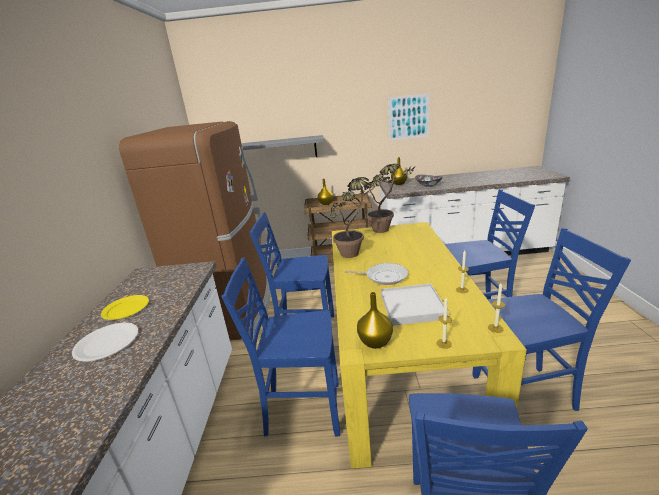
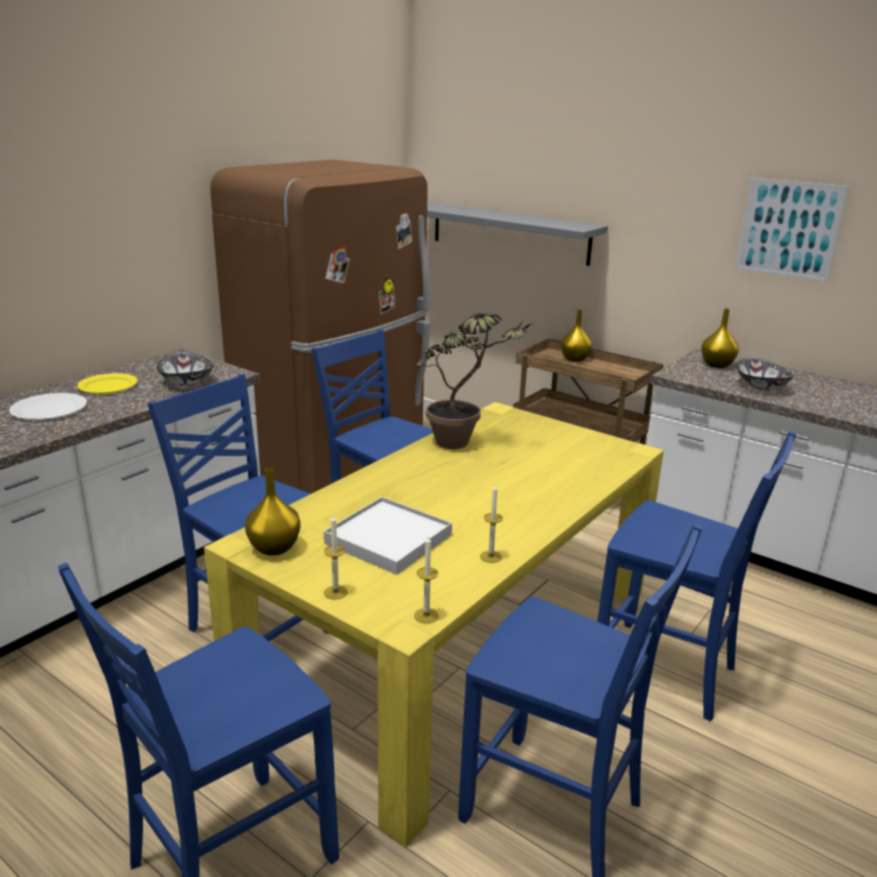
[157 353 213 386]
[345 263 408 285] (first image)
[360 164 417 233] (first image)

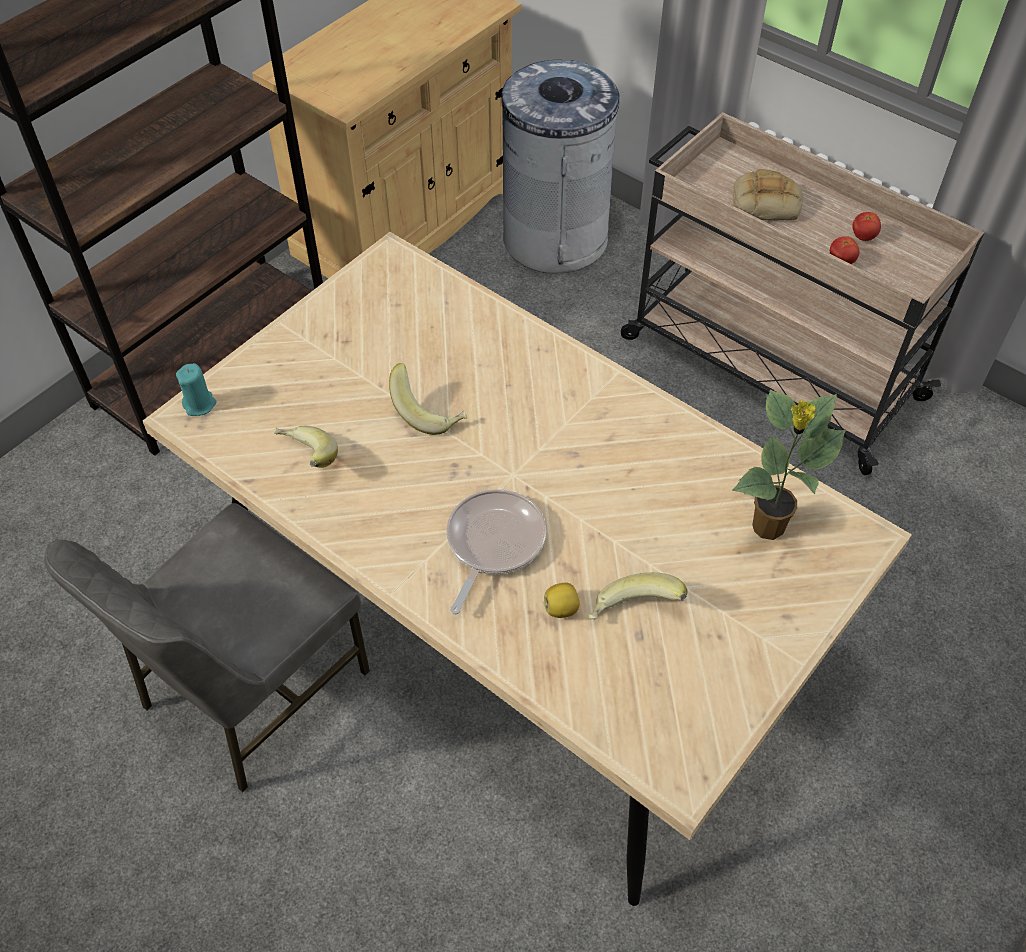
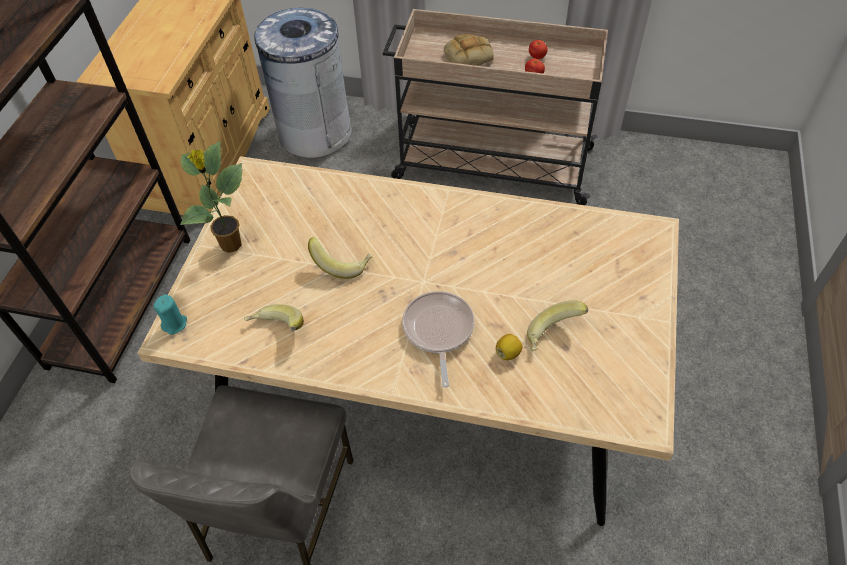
[180 141 243 253]

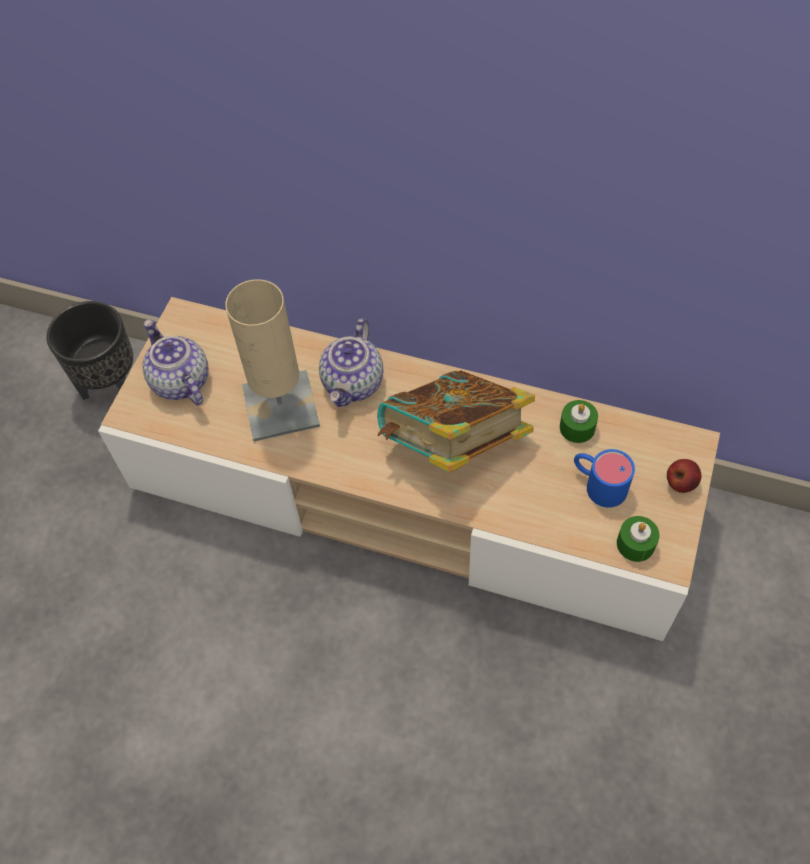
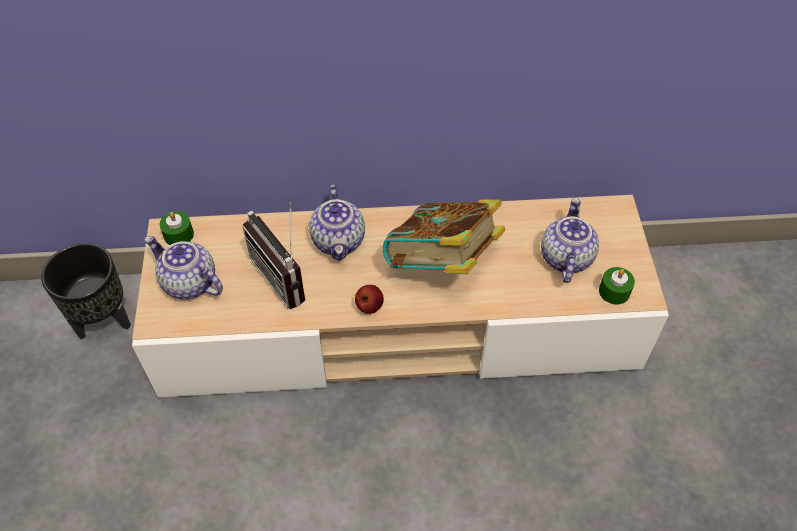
[160 211 194 245]
[242 202 305 309]
[355 285 384 314]
[541 198 599 283]

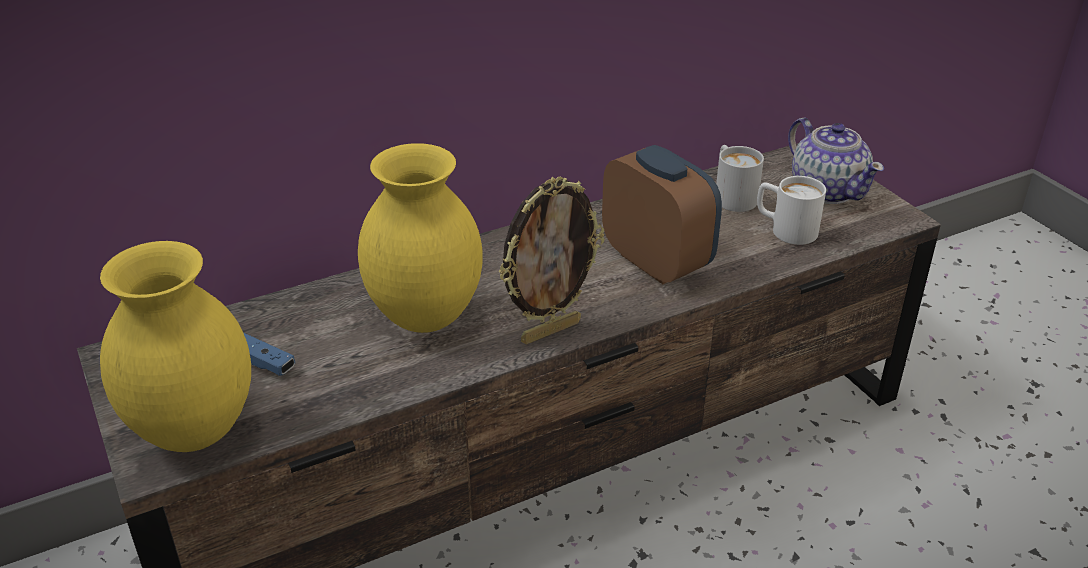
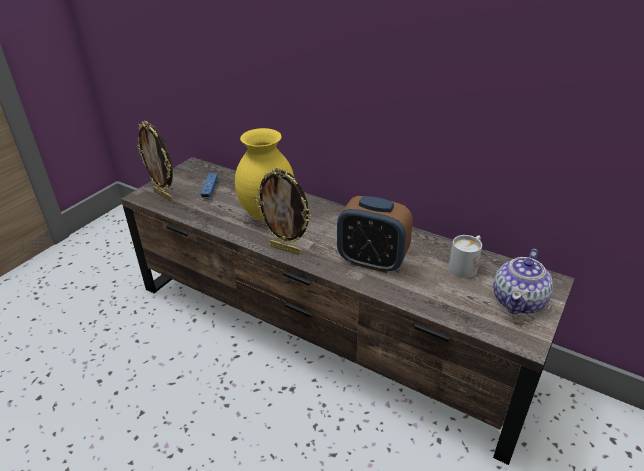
[137 121 173 201]
[337 196 413 273]
[757 176 826 245] (first image)

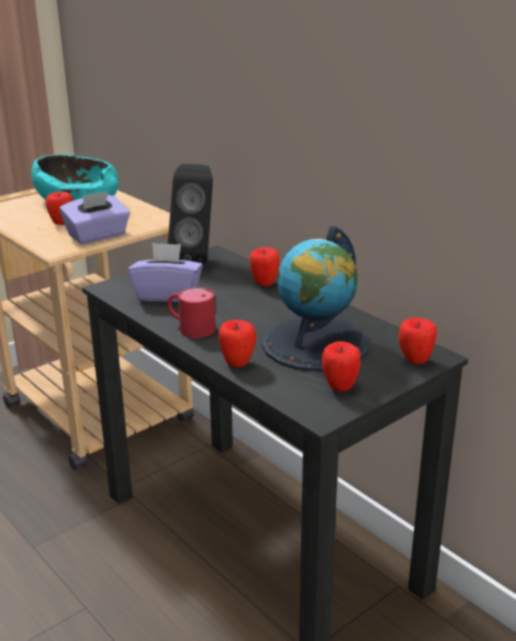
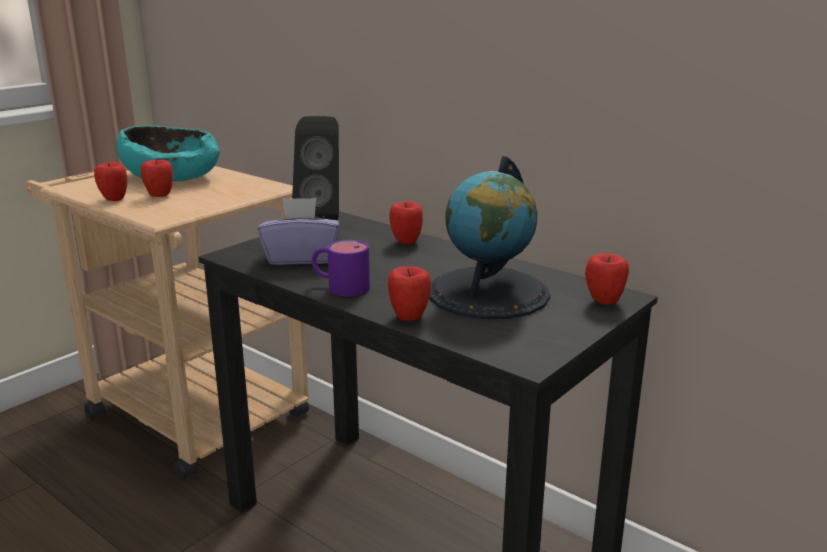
[94 162 127 201]
[312 240 370 297]
[60 191 130 244] (first image)

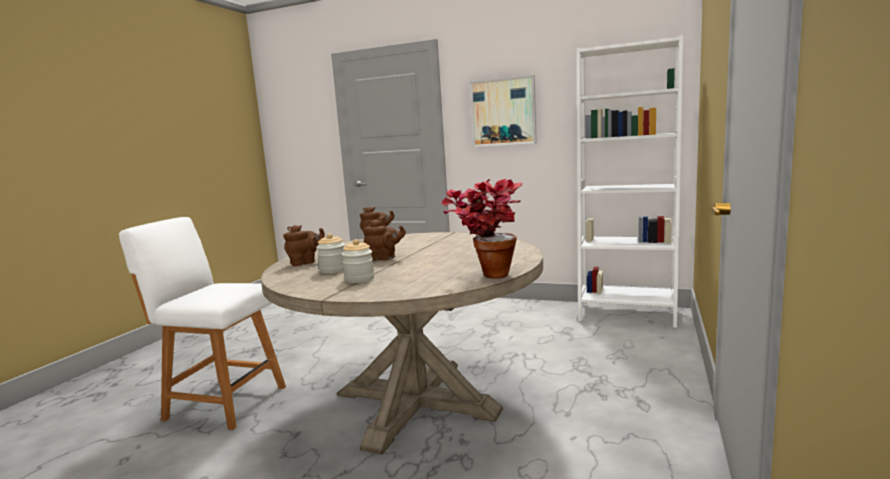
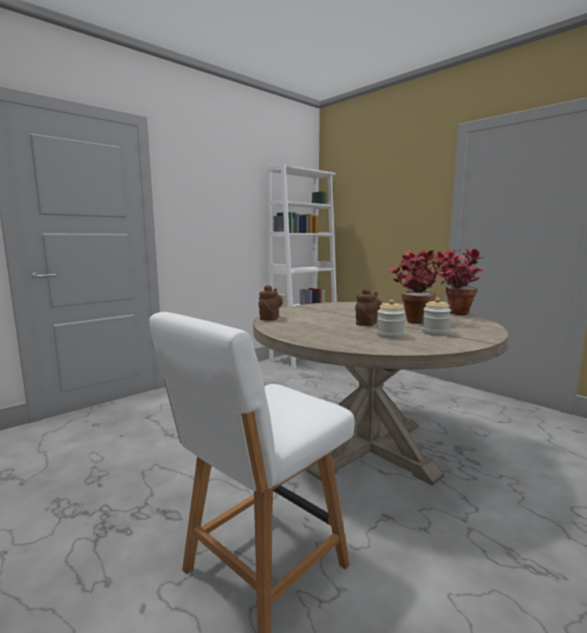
[388 250 454 324]
[283 225 325 266] (first image)
[469 75 537 147] (first image)

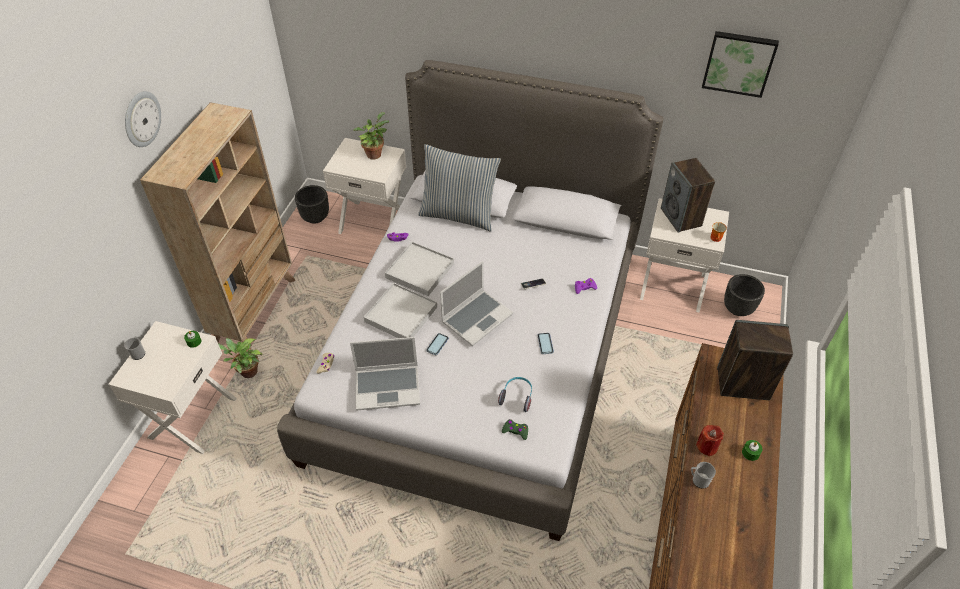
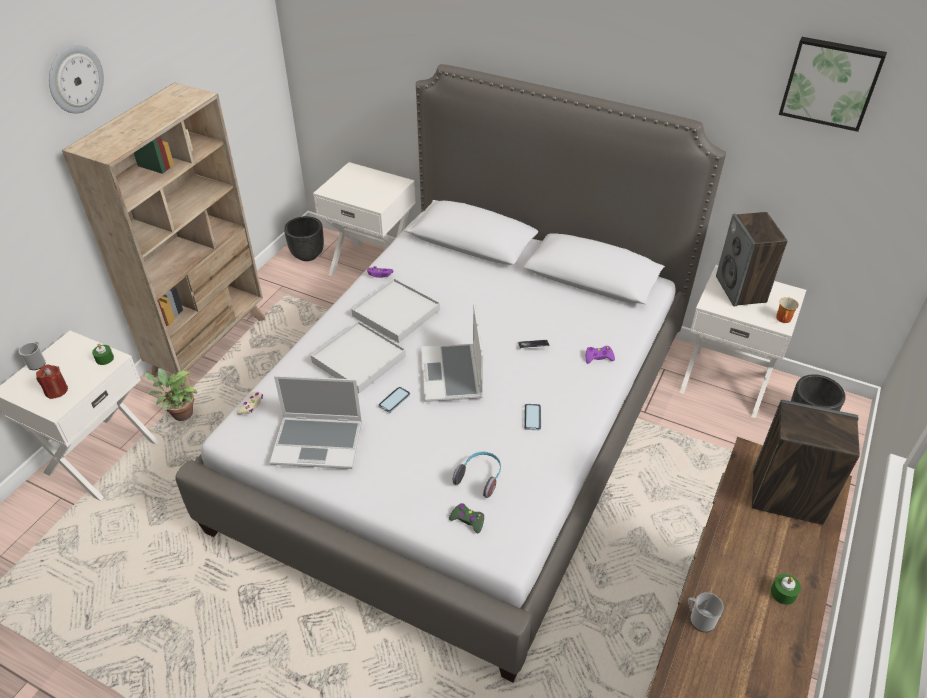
[36 365 68 399]
[421 303 483 402]
[353 112 389 160] (first image)
[418 144 501 231] (first image)

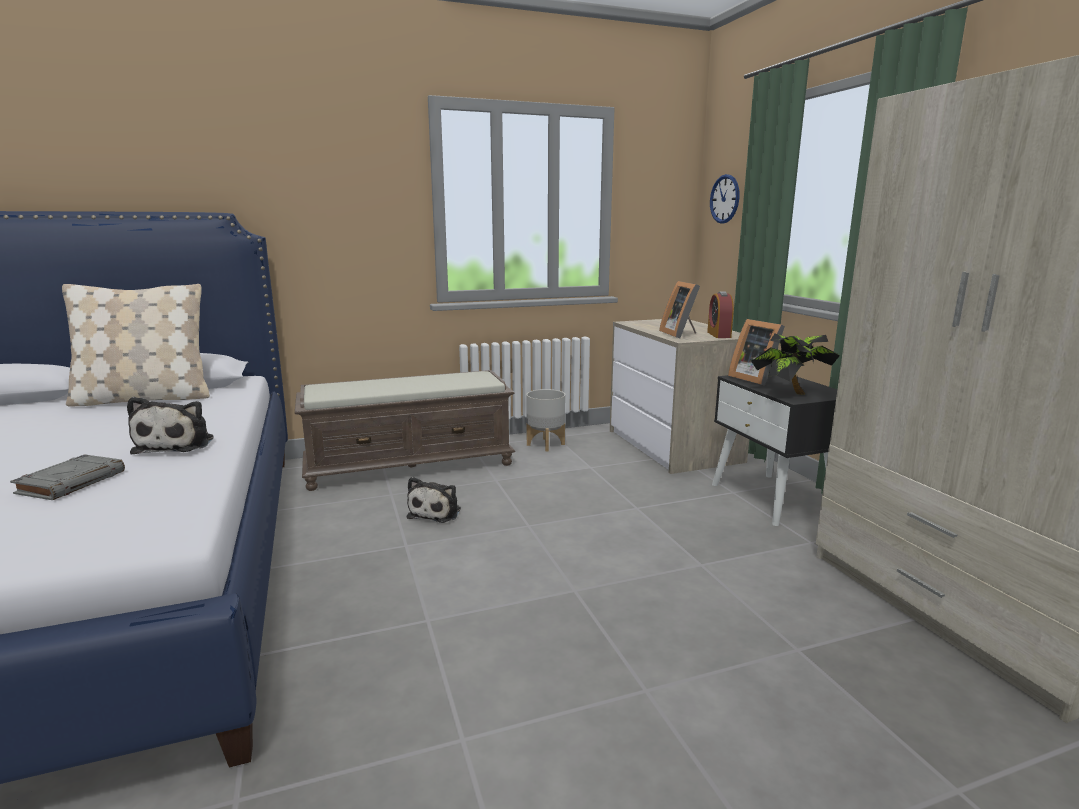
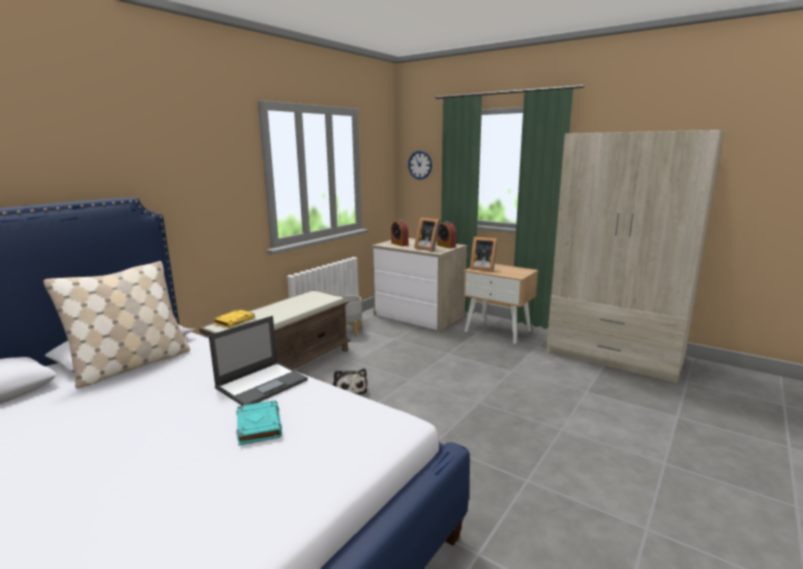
[209 316 308 405]
[213 309 255 328]
[236 400 282 446]
[391 220 408 246]
[463 264 538 344]
[751 334 840 395] (first image)

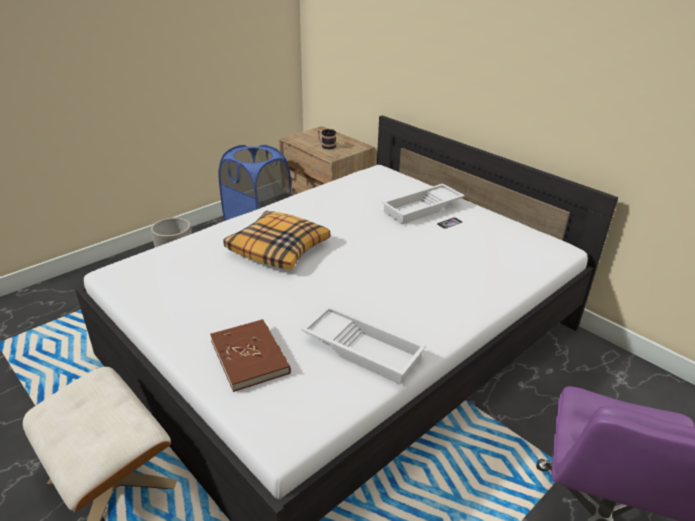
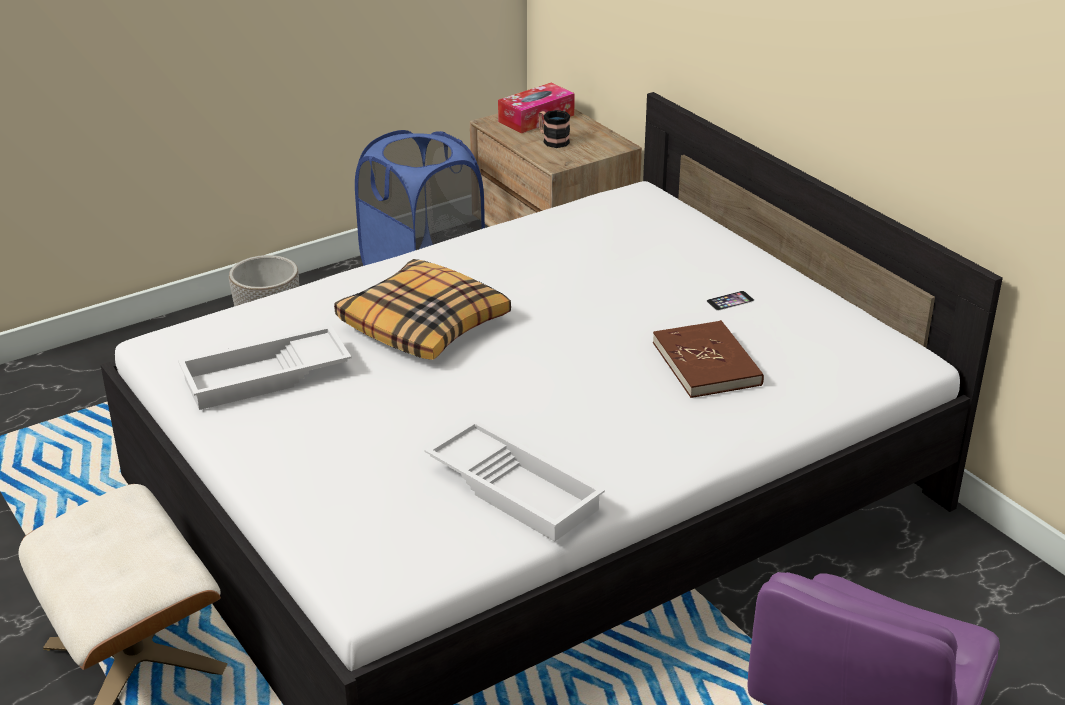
[178 325 352 410]
[498 83 575 133]
[653 320 764 398]

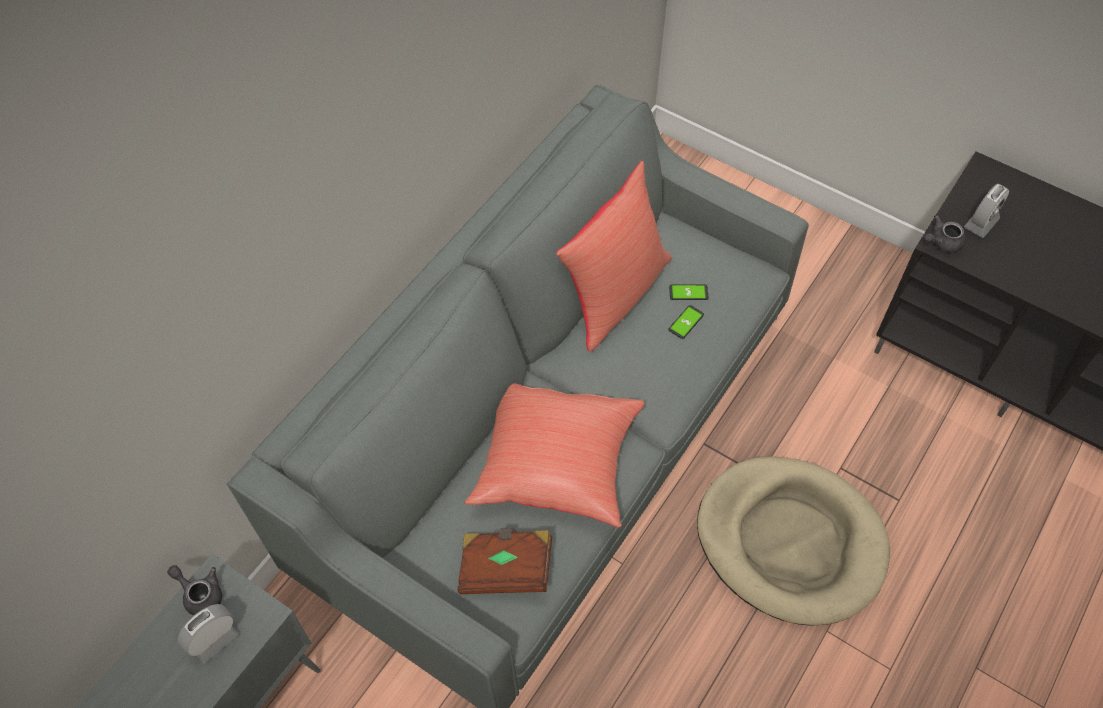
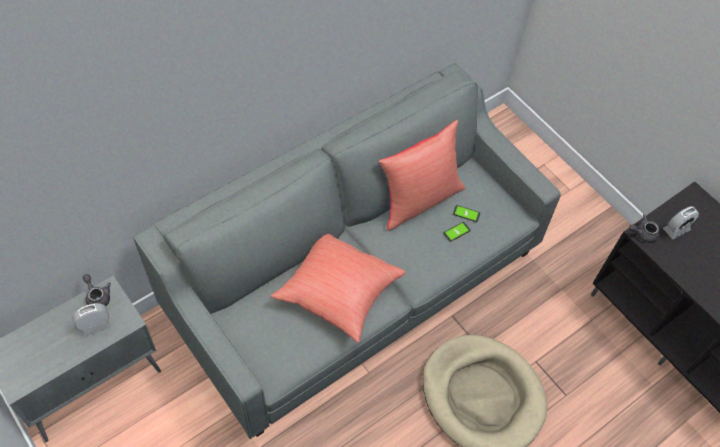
[457 528 552 594] (first image)

